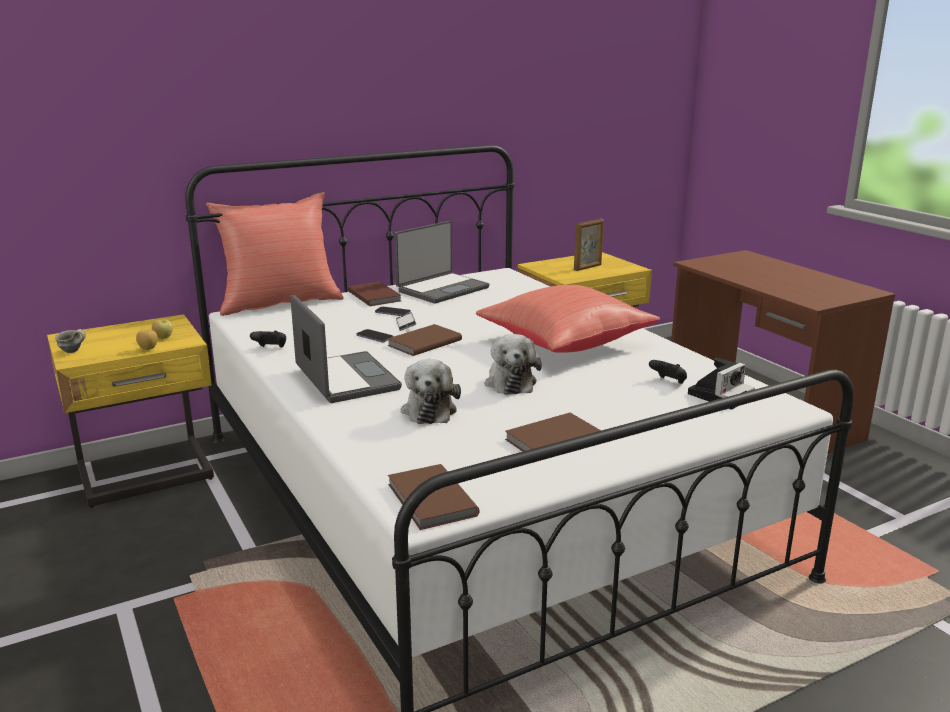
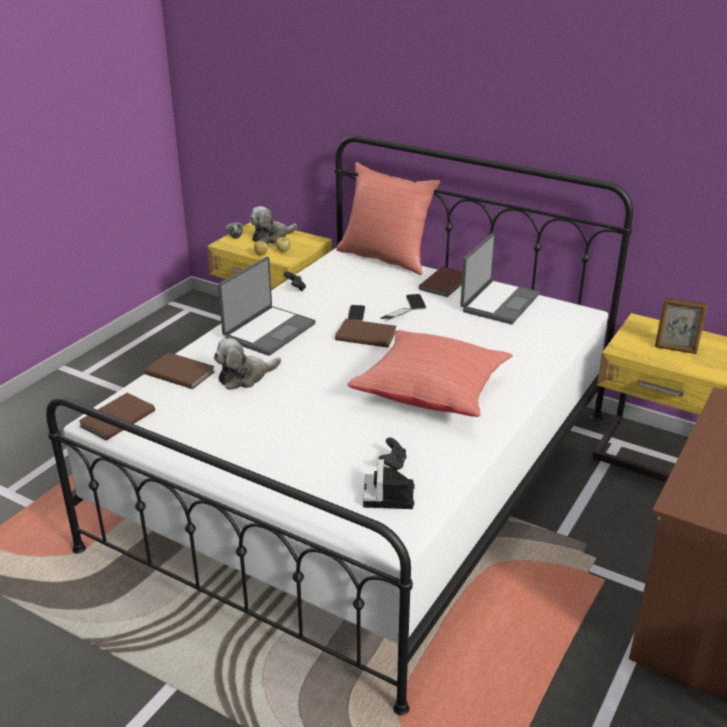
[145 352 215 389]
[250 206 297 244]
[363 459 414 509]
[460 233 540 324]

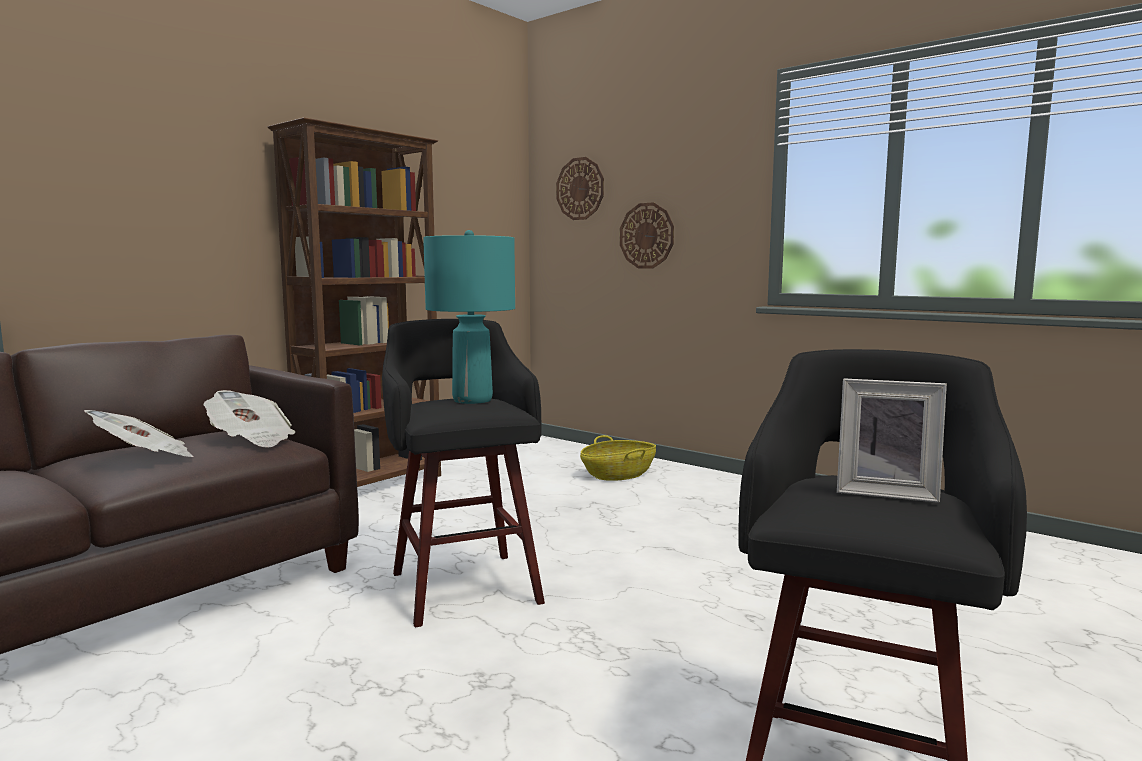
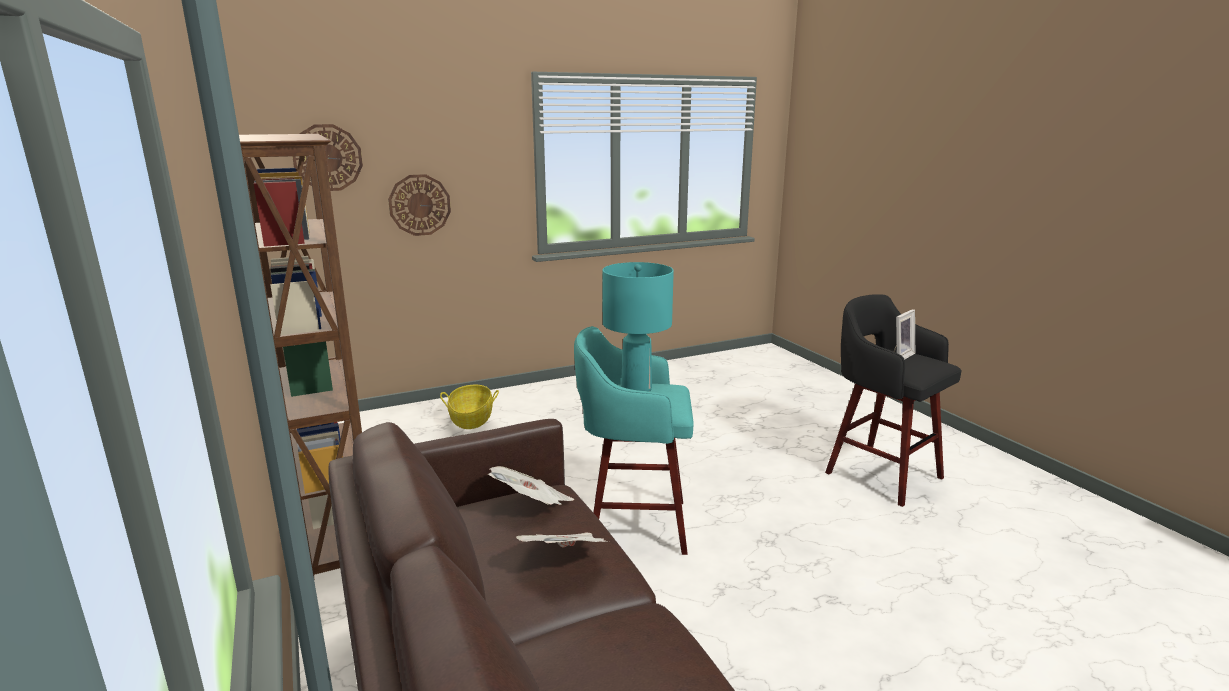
[574 326 694 555]

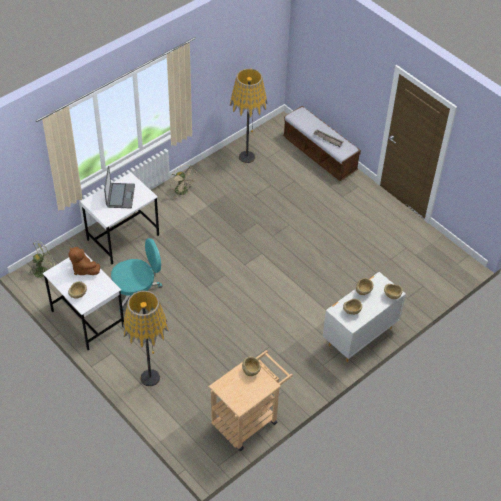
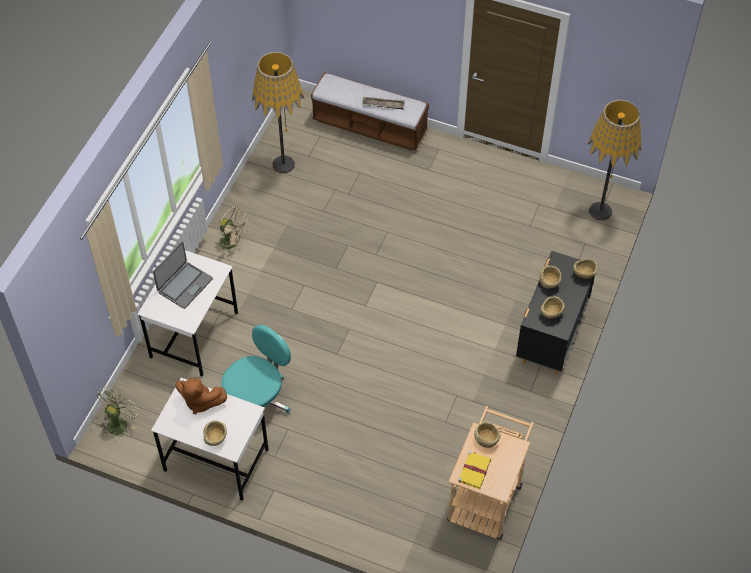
[153 242 213 309]
[458 451 491 489]
[516 251 595 375]
[588 99 642 221]

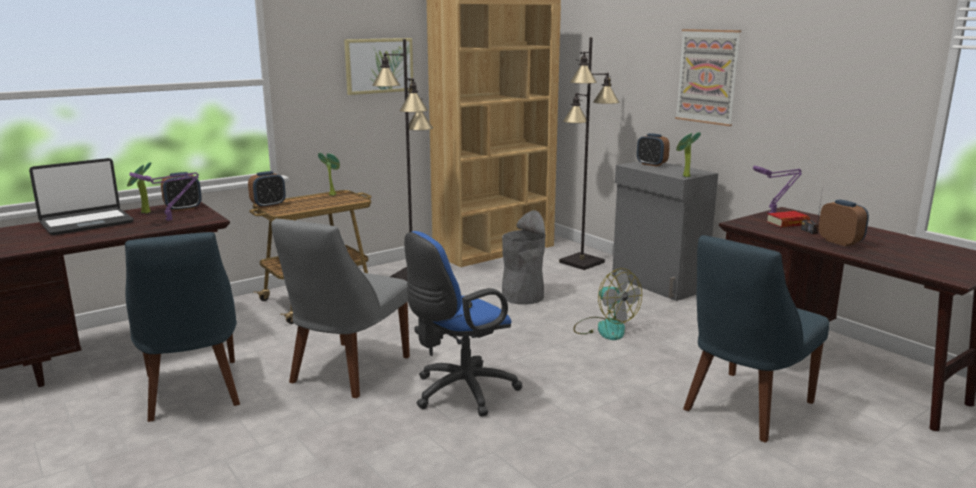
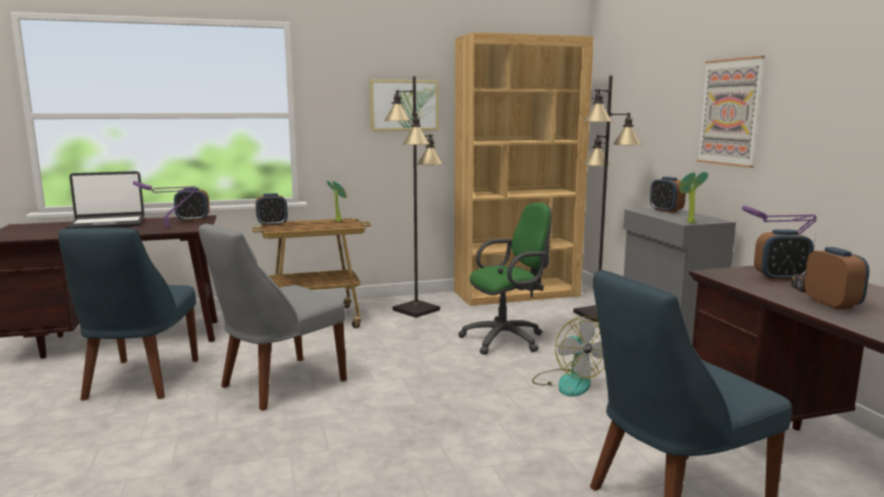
[458 203 552 355]
[754 229 813 281]
[127 162 151 213] (first image)
[404 231 522 417] (first image)

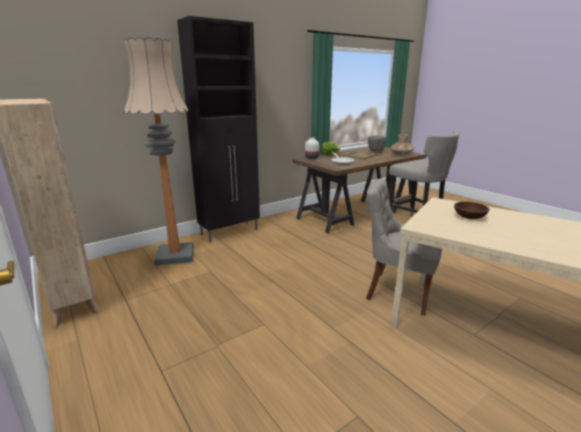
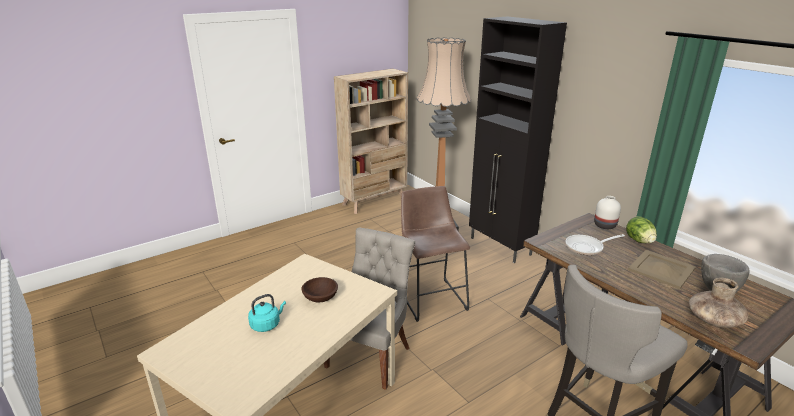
[248 294 286 332]
[401 186 470 322]

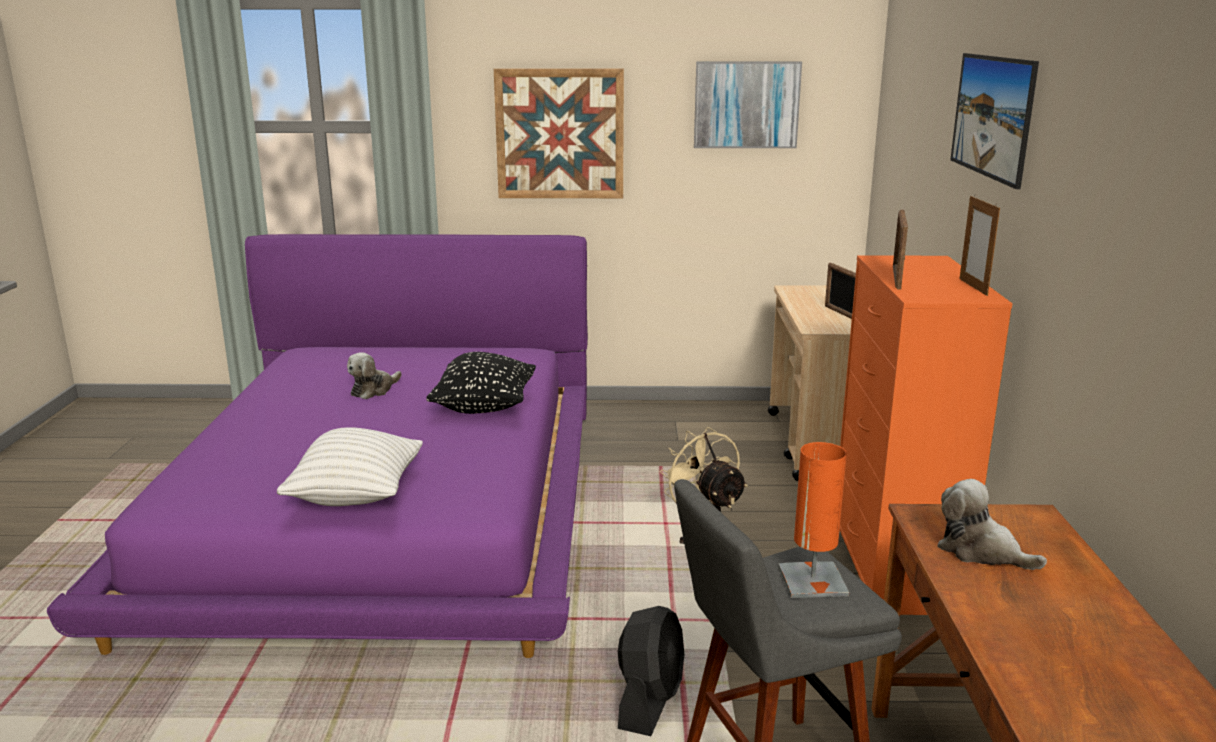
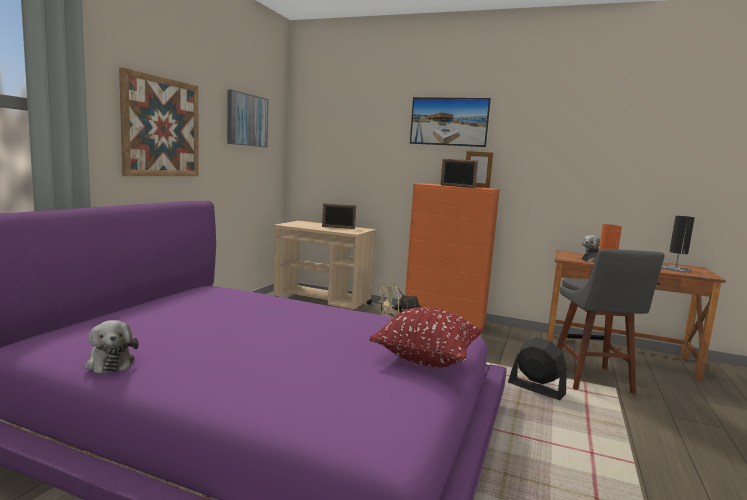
[84 320 139 374]
[369 307 483 367]
[661 216 695 273]
[426 352 536 414] (first image)

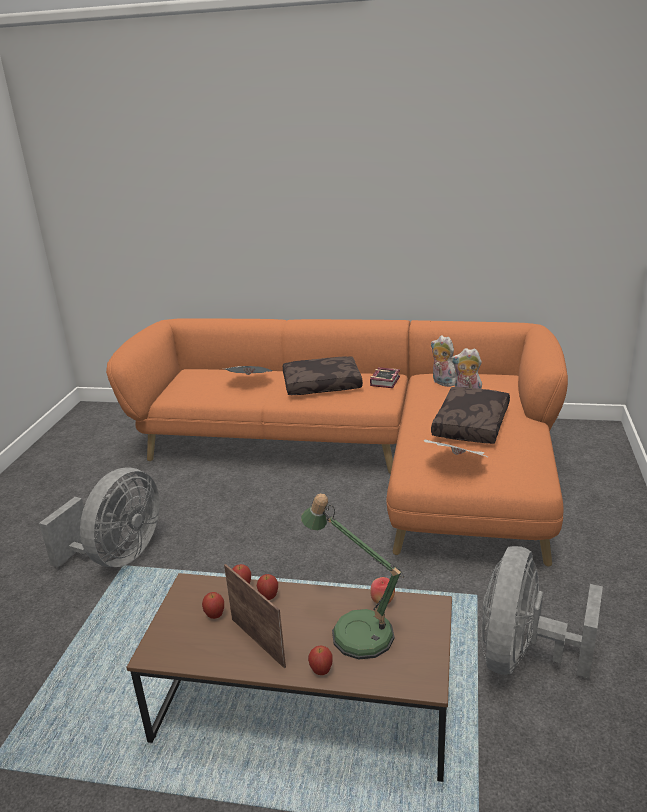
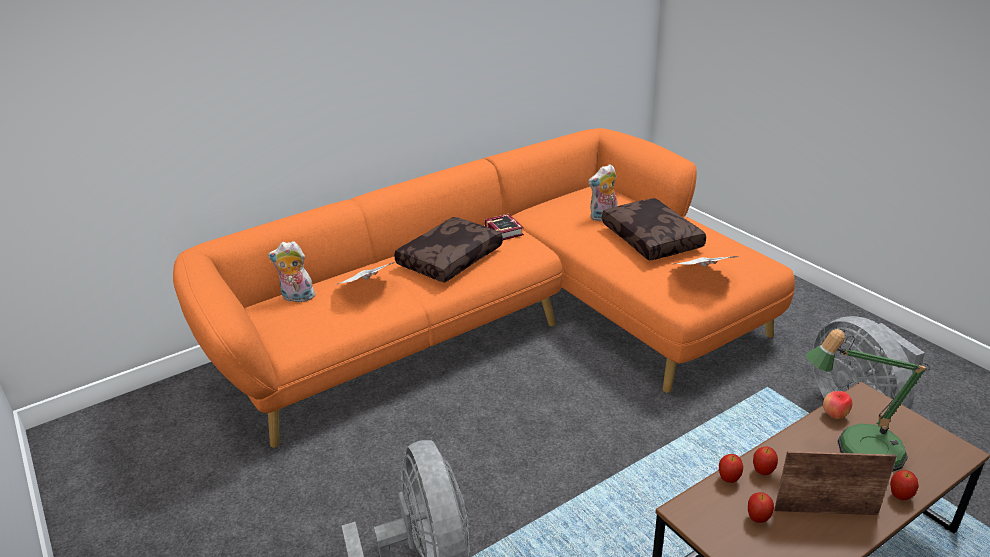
[268 241 315 302]

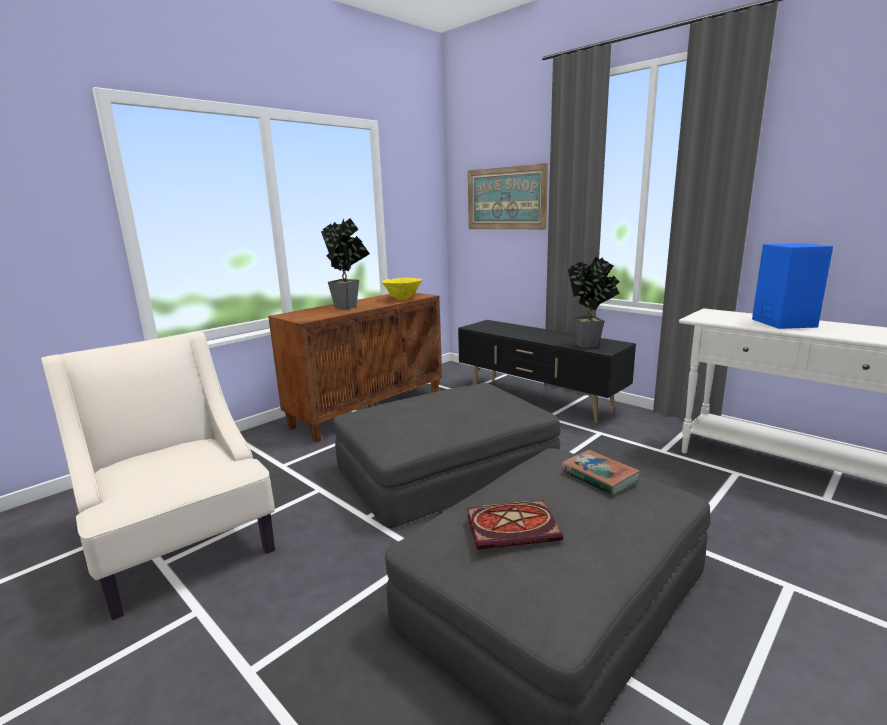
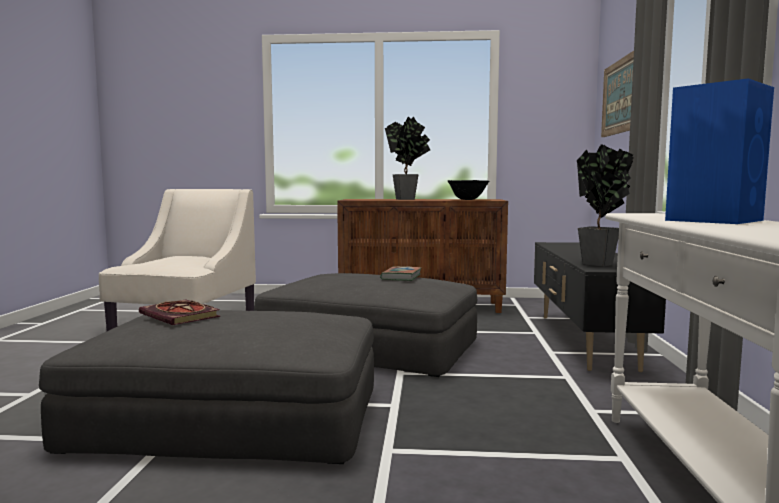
[380 266 421 281]
[448 180 489 200]

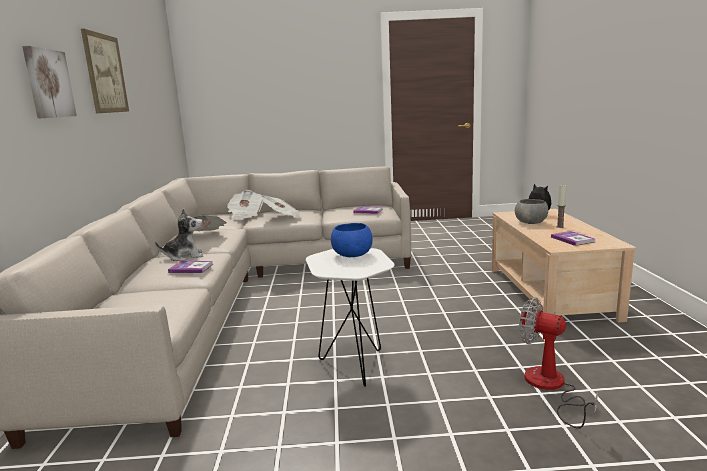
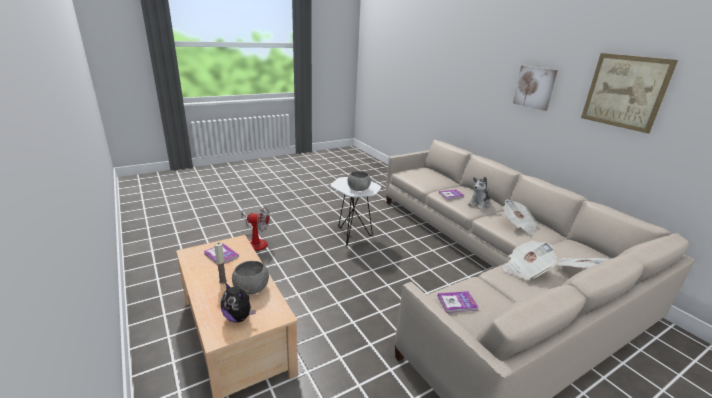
[347 171 371 191]

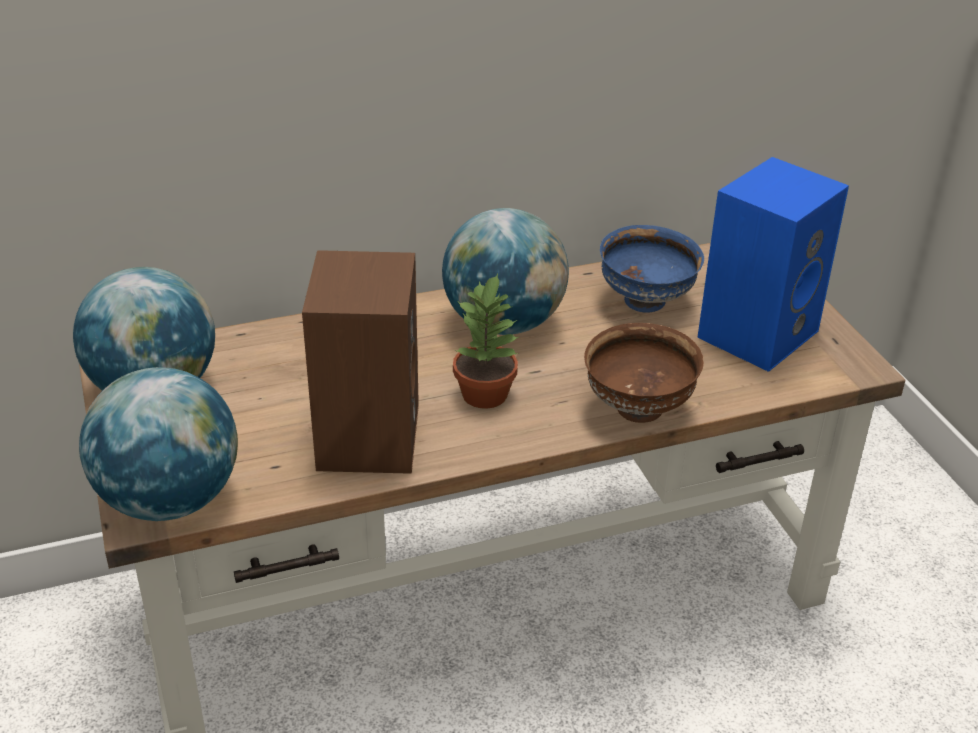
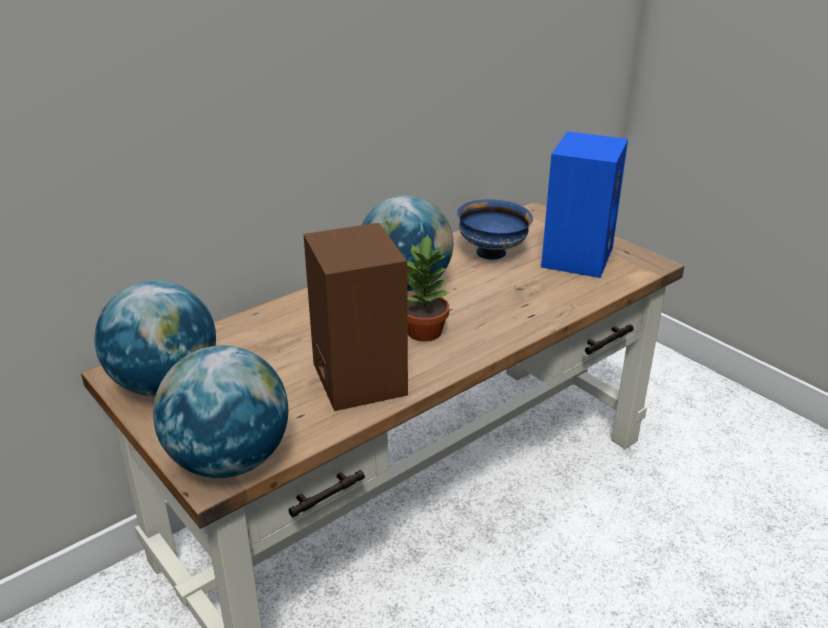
[584 323 704 423] (first image)

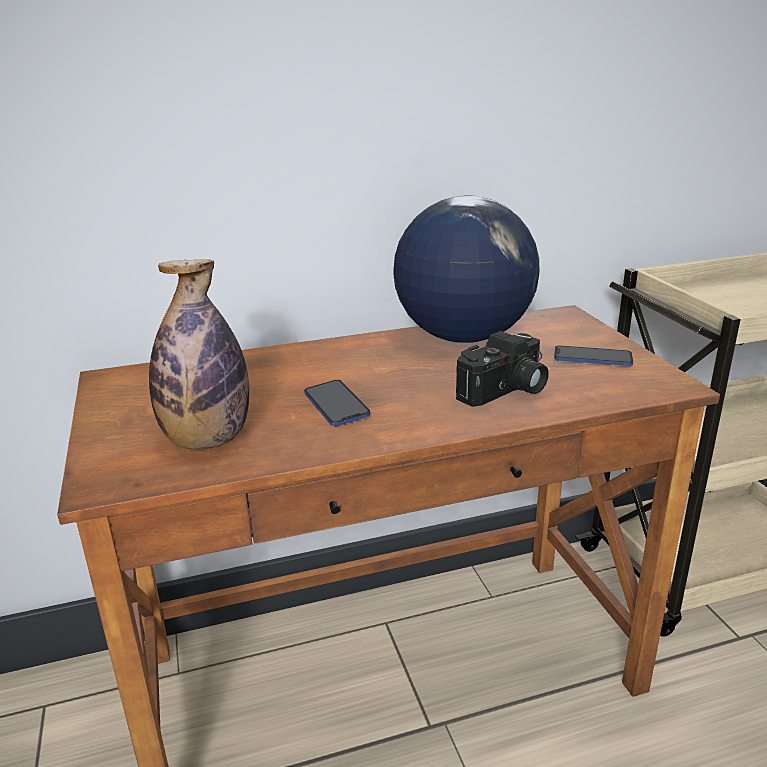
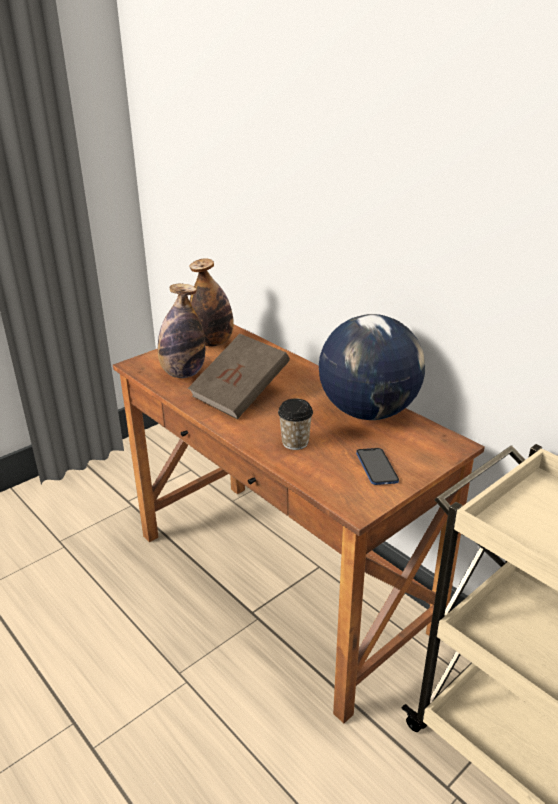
[188 334 290 419]
[190 258 234 346]
[278 398 313 450]

